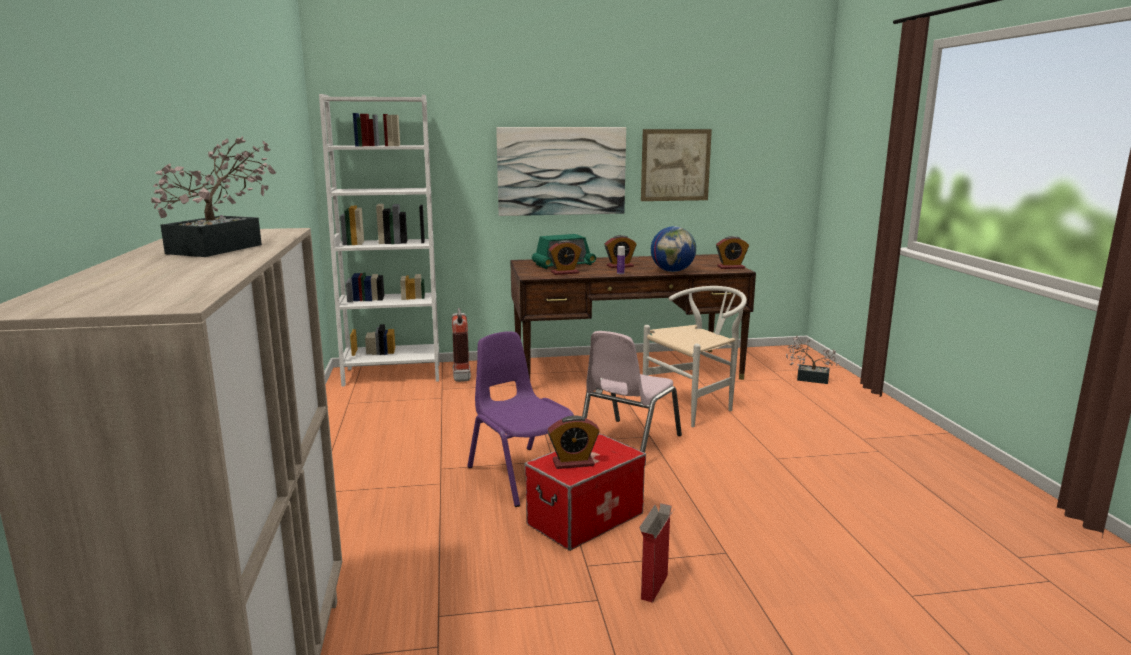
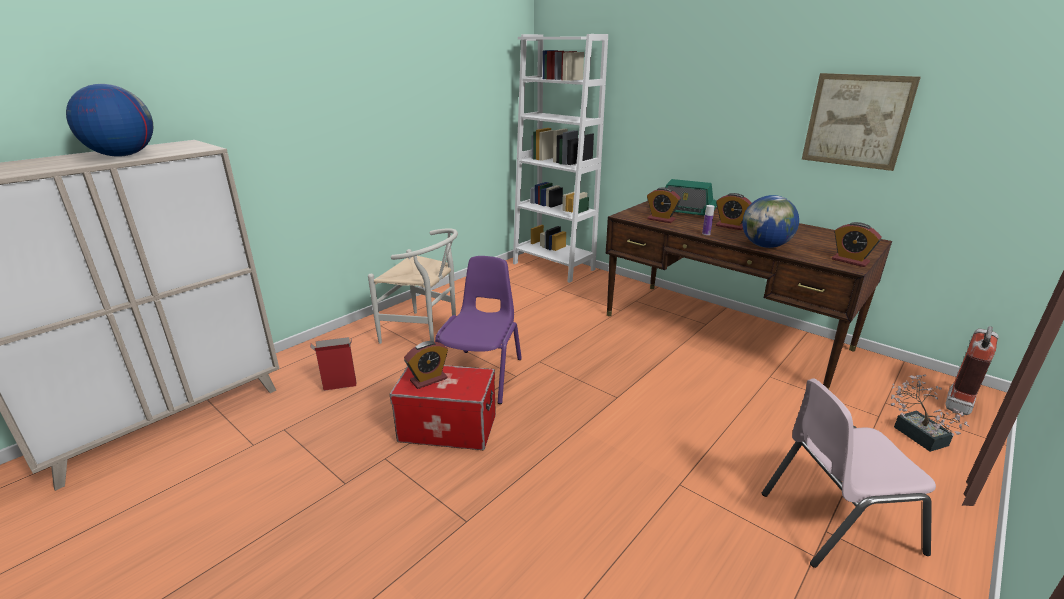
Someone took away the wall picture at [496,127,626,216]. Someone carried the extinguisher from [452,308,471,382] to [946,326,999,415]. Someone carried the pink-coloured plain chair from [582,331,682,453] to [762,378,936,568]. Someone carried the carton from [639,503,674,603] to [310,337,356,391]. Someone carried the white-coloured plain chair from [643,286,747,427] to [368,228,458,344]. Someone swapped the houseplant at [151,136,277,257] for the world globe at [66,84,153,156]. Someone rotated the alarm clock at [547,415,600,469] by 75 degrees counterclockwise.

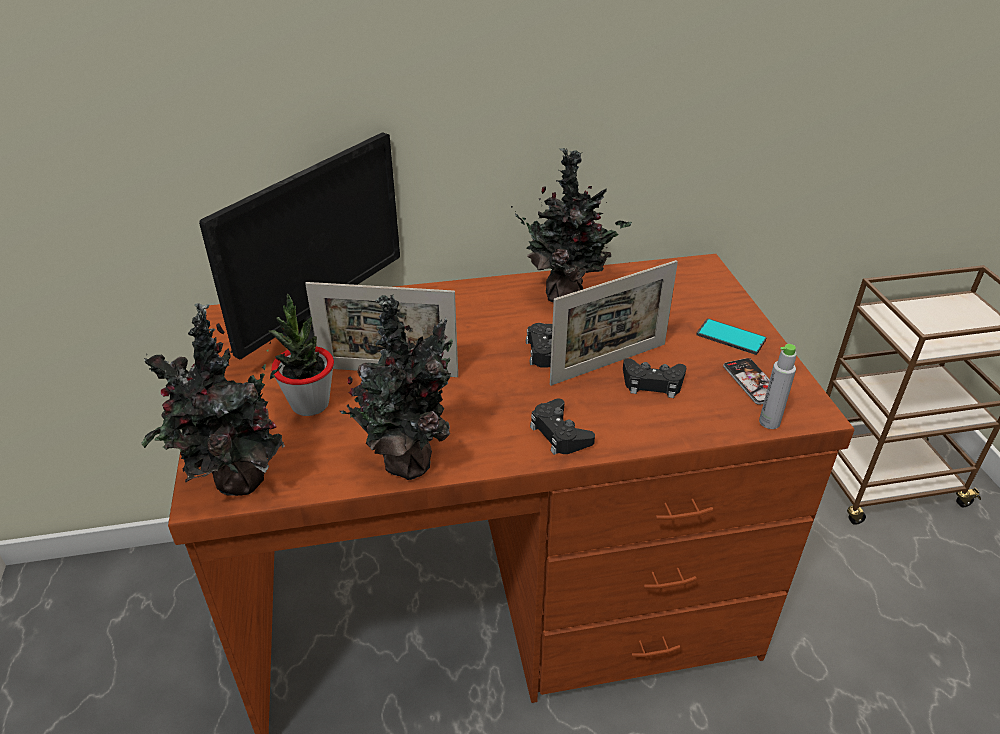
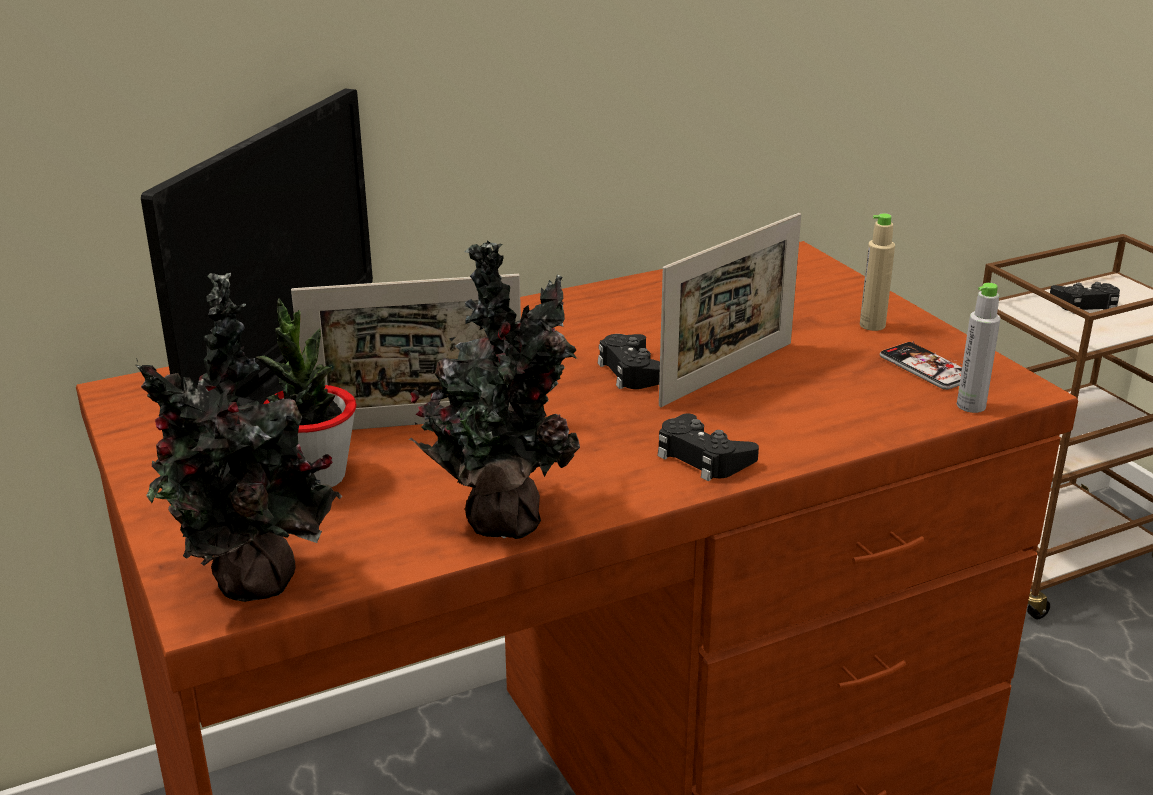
Someone took away the houseplant at [511,148,632,303]. Someone carried the black-coloured gamepad from [623,358,686,398] to [1050,282,1120,314]. Someone swapped the telephone at [696,318,767,355] for the beige drink bottle at [860,213,895,331].

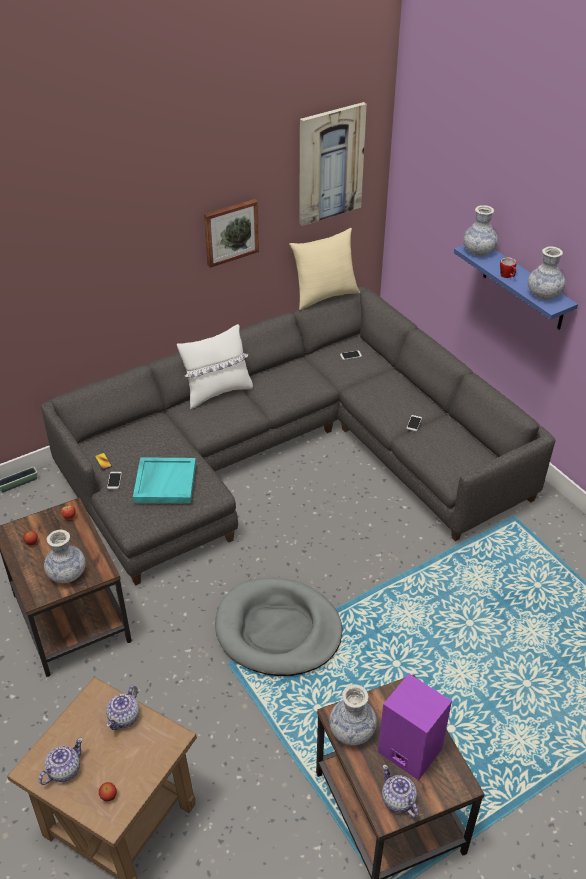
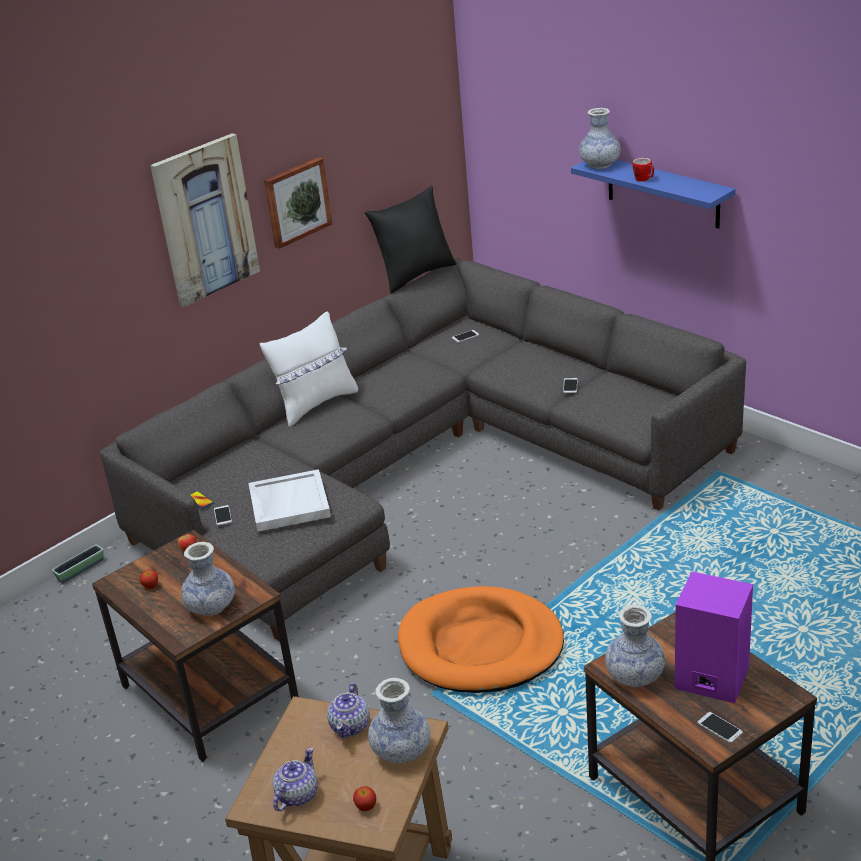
Someone carried the wall picture from [299,102,367,226] to [150,133,260,307]. Someone carried the decorative vase from [528,247,565,300] to [368,678,431,763]. Someone swapped the teapot at [382,765,419,818] for the telephone at [698,712,743,743]. Someone repainted the turquoise tray at [133,457,196,503], which became the white-coloured tray at [248,469,331,532]. Someone repainted the greyish pet bed at [215,578,342,676], which became the orangey pet bed at [398,586,564,693]. Someone repainted the beige throw pillow at [289,228,360,310], which became the black-coloured throw pillow at [364,186,457,294].

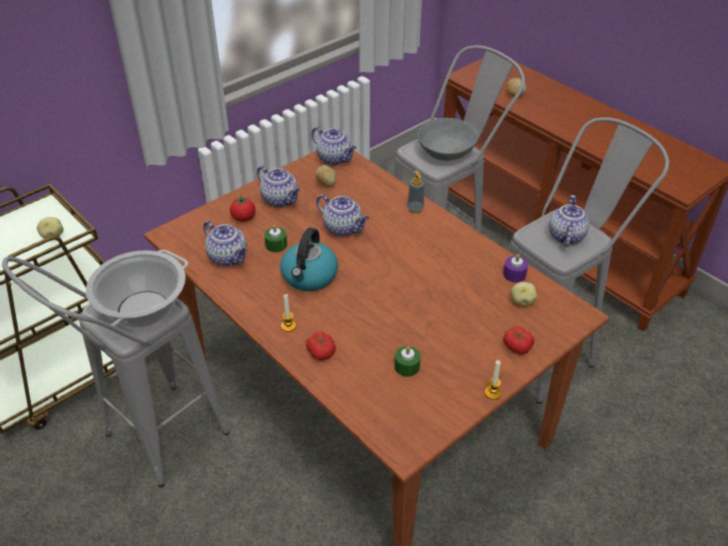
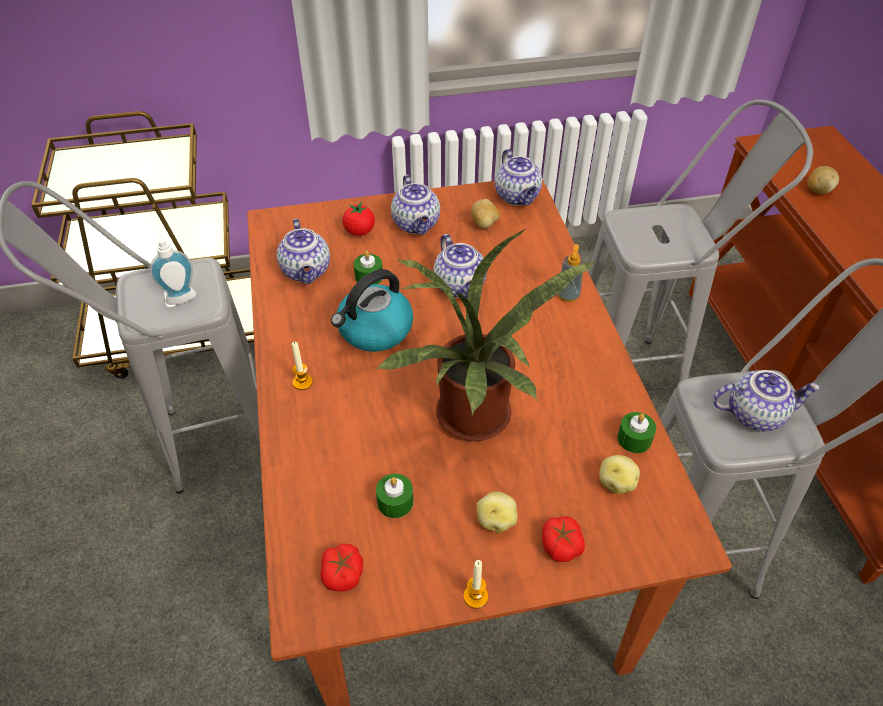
Someone took away the greyish deep dish at [417,118,478,161]. Someone put down the houseplant at [375,228,598,441]. Someone carried the potato from [37,217,63,239] to [477,491,517,533]. Someone carried the tomato from [306,332,336,360] to [320,544,363,592]. Someone swapped the saucepot at [83,250,188,328] for the soap dispenser at [150,231,197,305]. Someone repainted the purple-coloured wax light at [503,254,528,282], which became the greenish wax light at [617,412,656,453]. Someone rotated the teapot at [549,195,589,247] by 45 degrees clockwise.

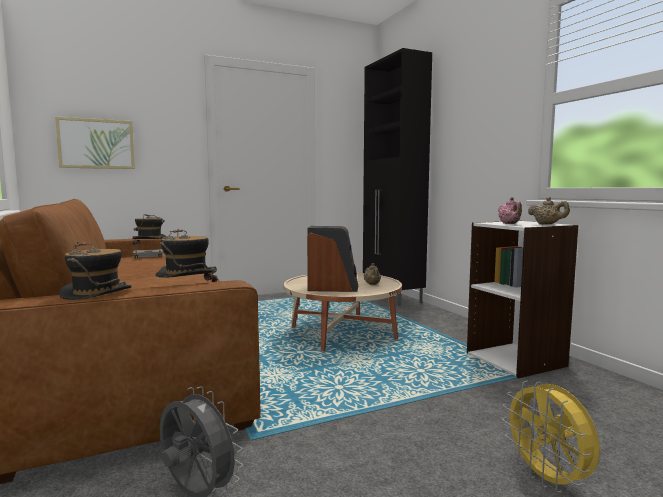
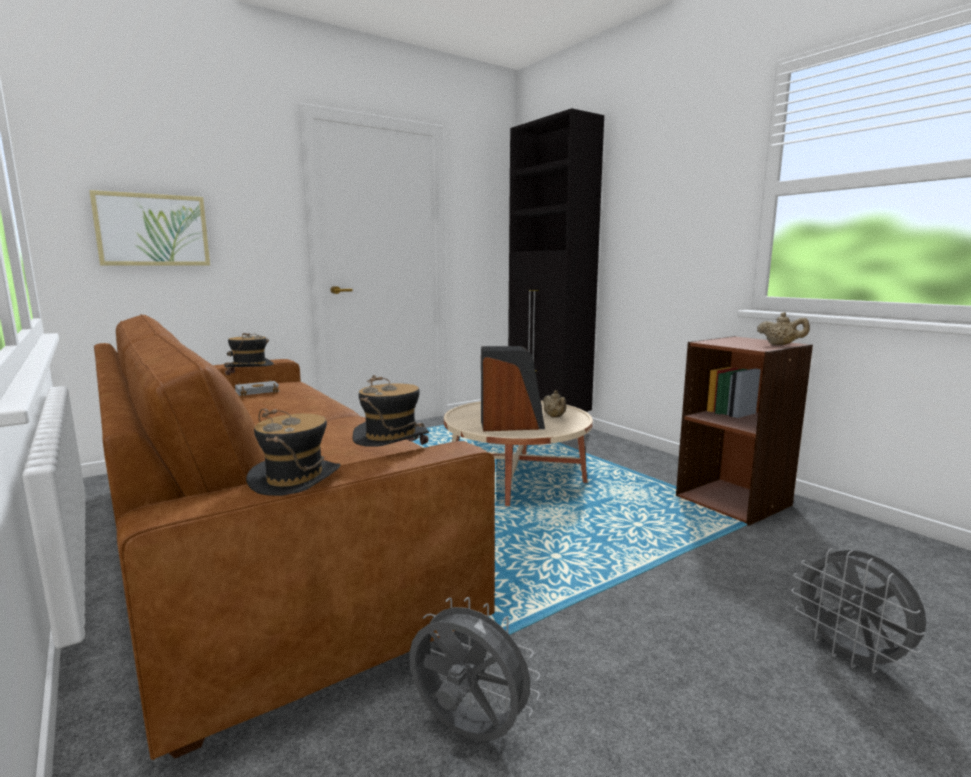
Someone took away the pink-coloured teapot at [498,197,522,224]. Someone repainted the white-coloured bookcase at [467,221,578,378], which became the brown-coloured bookcase at [676,336,813,526]. Someone repainted the yellowish fan at [502,380,600,493], which became the greyish fan at [791,548,926,674].

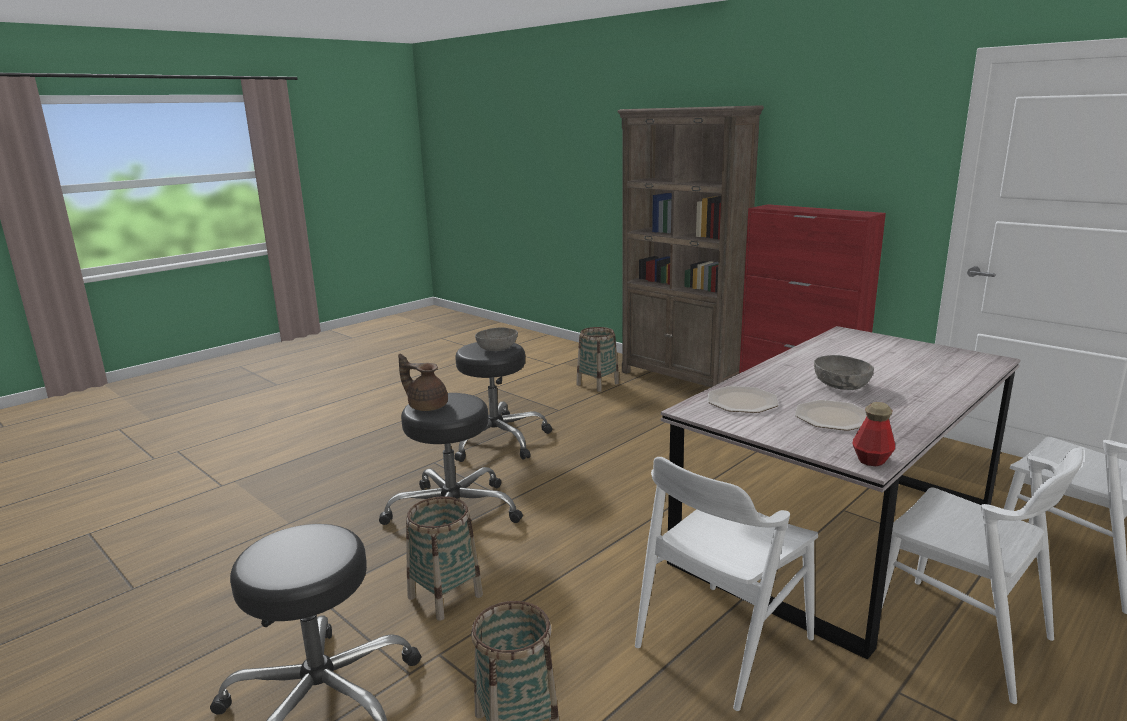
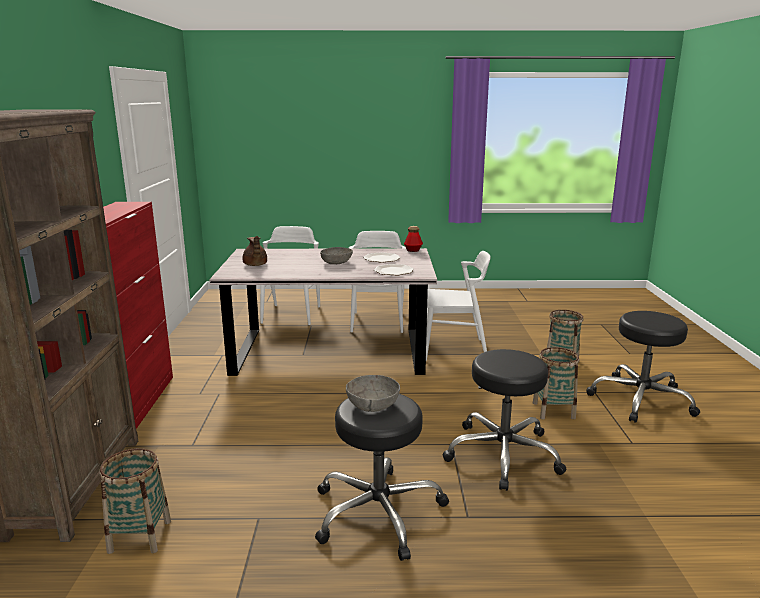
Someone carried the brown-coloured teapot from [398,354,448,411] to [243,236,267,266].

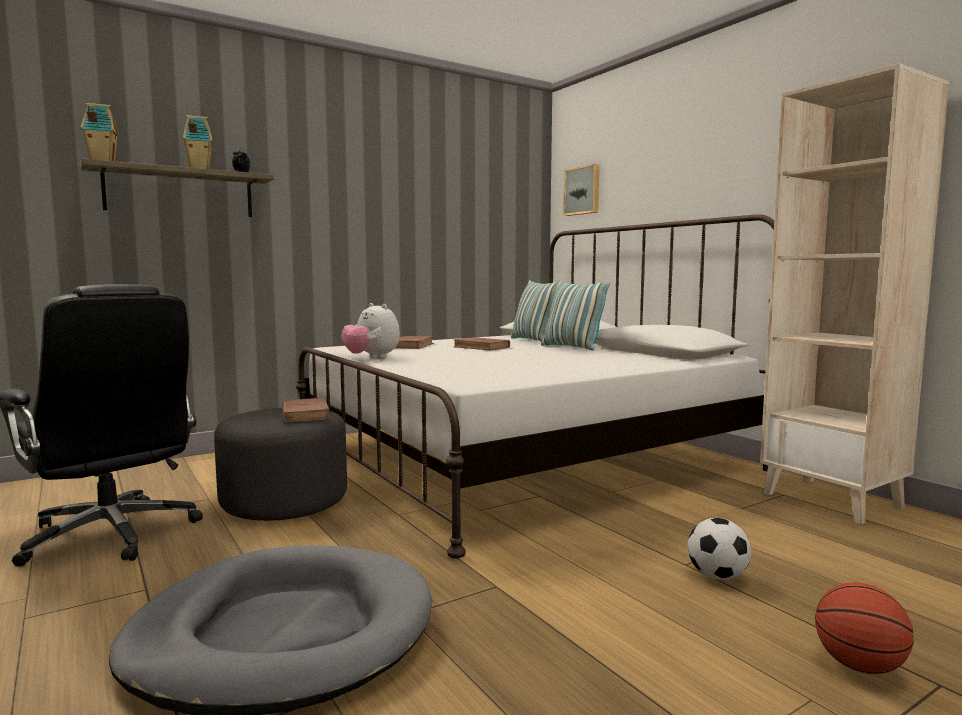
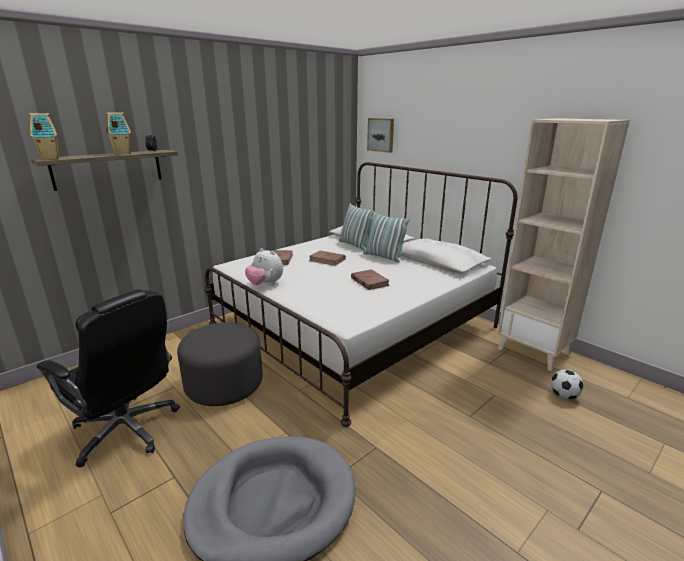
Someone took away the basketball ball at [815,582,914,674]. Someone carried the brown-coloured bound book from [282,398,330,422] to [351,269,390,290]. Someone carried the football ball from [688,518,751,580] to [551,369,584,399].

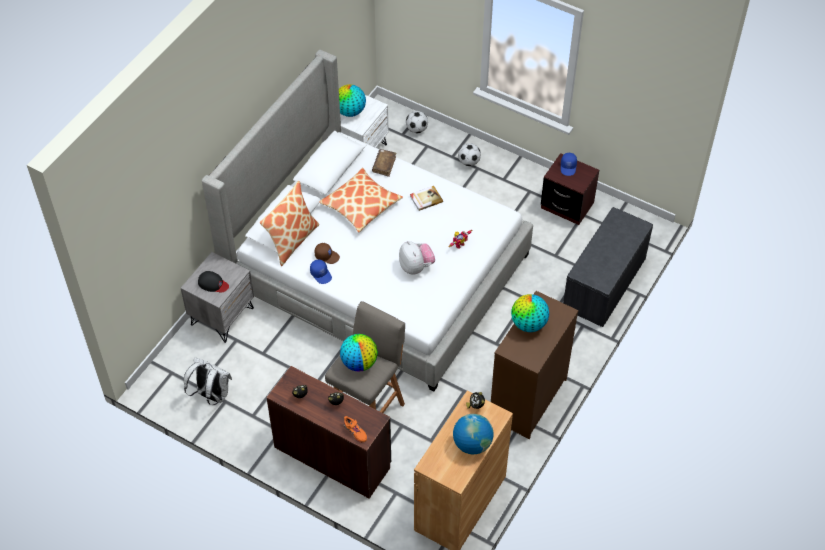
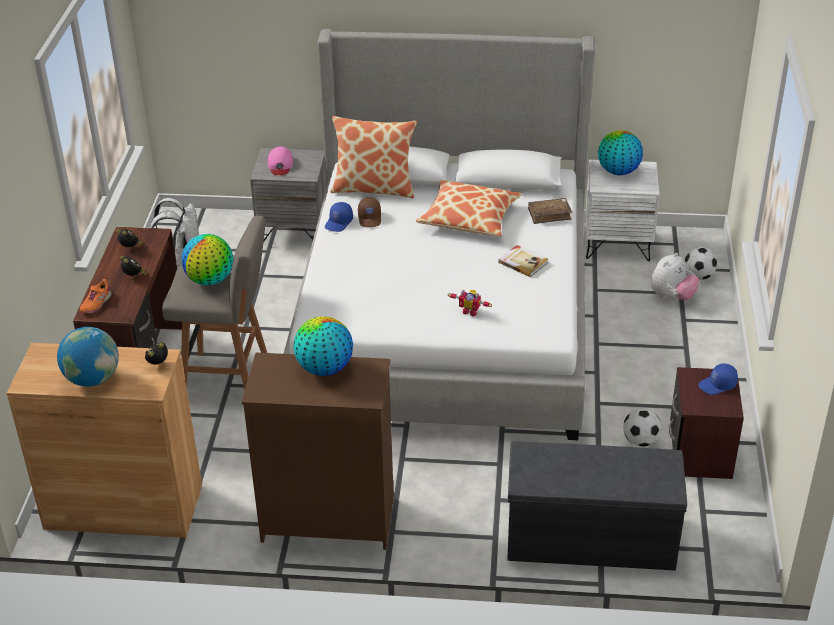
Someone carried the cuddly toy from [399,241,435,275] to [650,253,700,300]. Someone carried the football ball from [458,143,481,166] to [623,408,662,447]. Someone repainted the black-coloured baseball cap at [198,271,229,292], which became the pink-coloured baseball cap at [268,147,293,175].

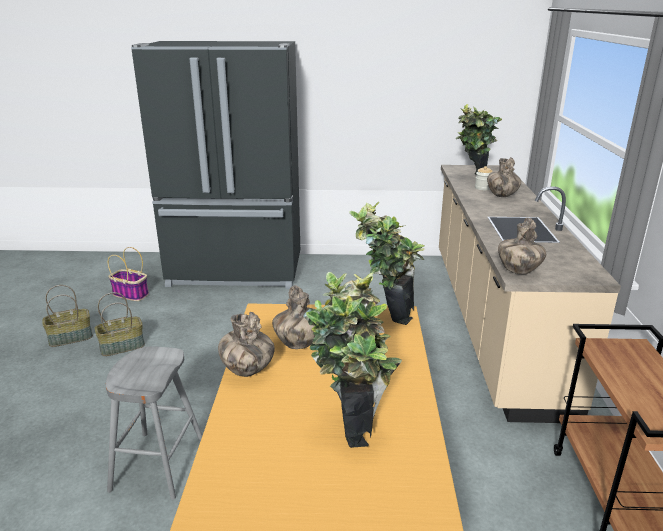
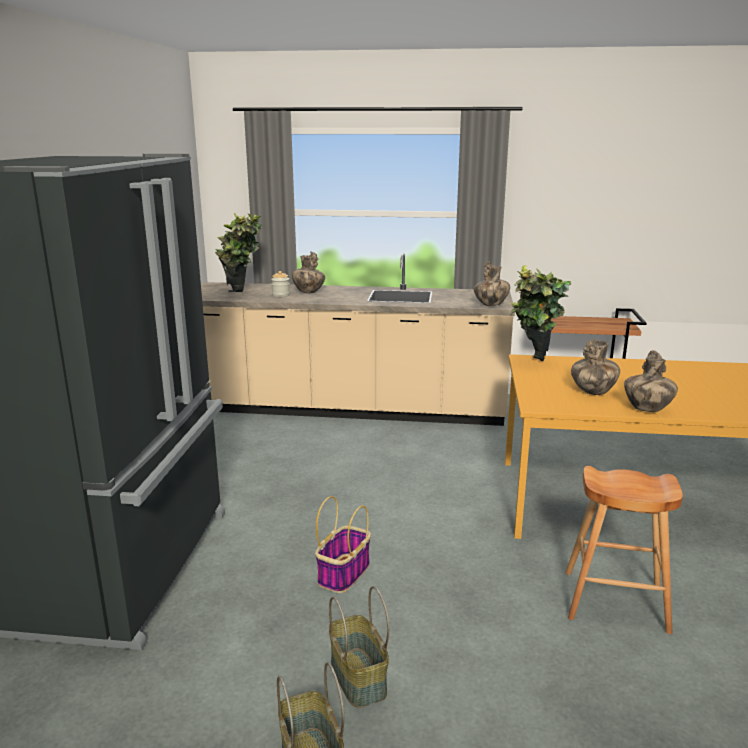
Someone took away the houseplant at [303,272,402,448]. Someone carried the storage basket from [108,247,149,301] to [315,496,371,593]. Someone repainted the greyish stool at [106,346,202,500], which became the brown-coloured stool at [565,466,683,634].

